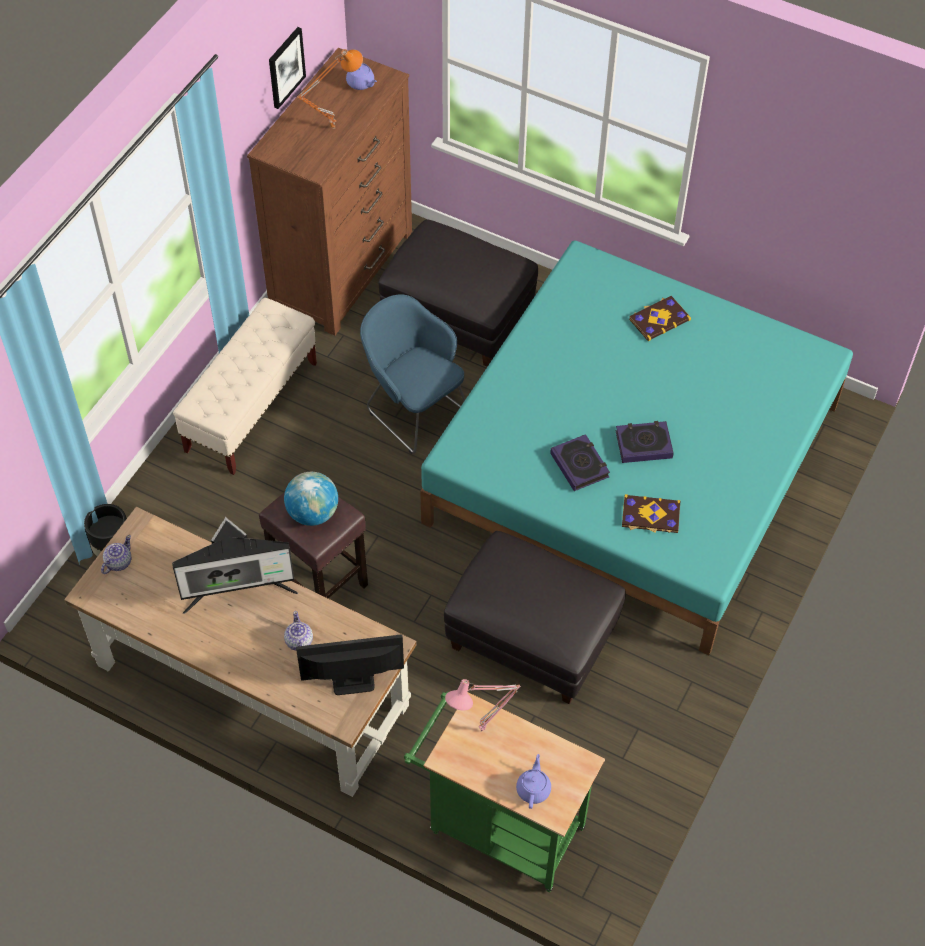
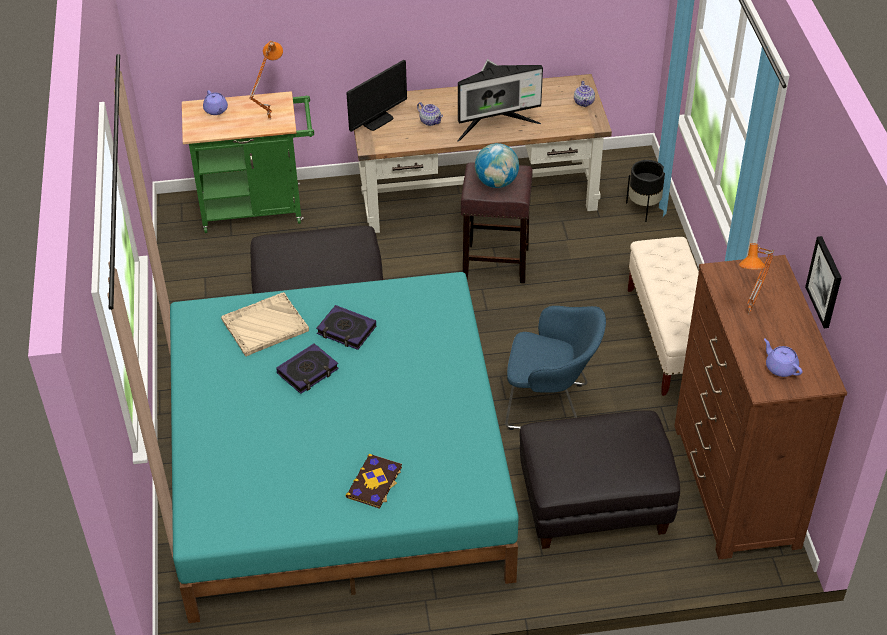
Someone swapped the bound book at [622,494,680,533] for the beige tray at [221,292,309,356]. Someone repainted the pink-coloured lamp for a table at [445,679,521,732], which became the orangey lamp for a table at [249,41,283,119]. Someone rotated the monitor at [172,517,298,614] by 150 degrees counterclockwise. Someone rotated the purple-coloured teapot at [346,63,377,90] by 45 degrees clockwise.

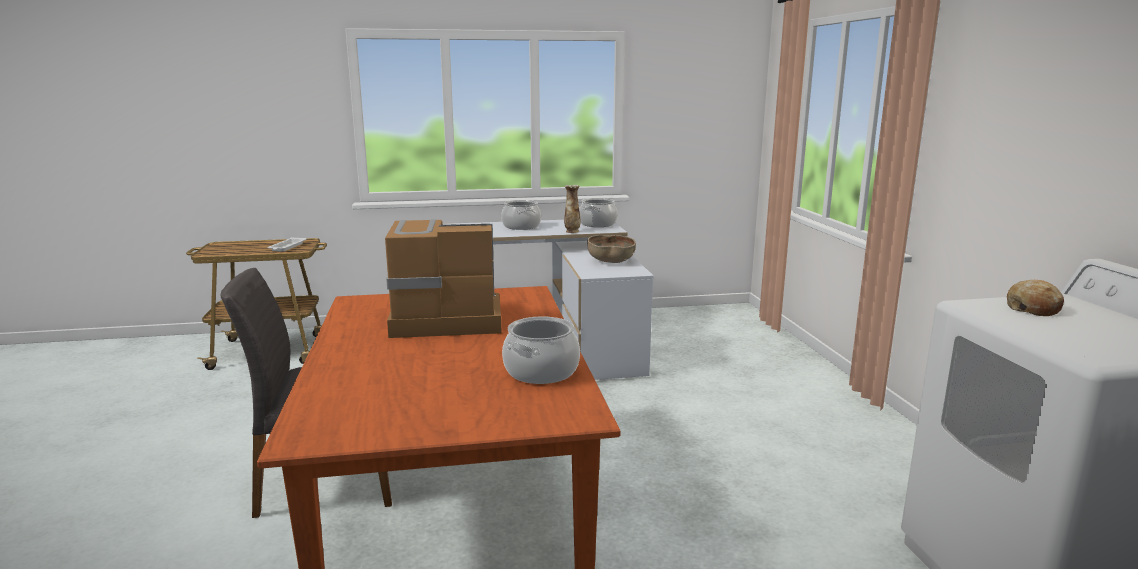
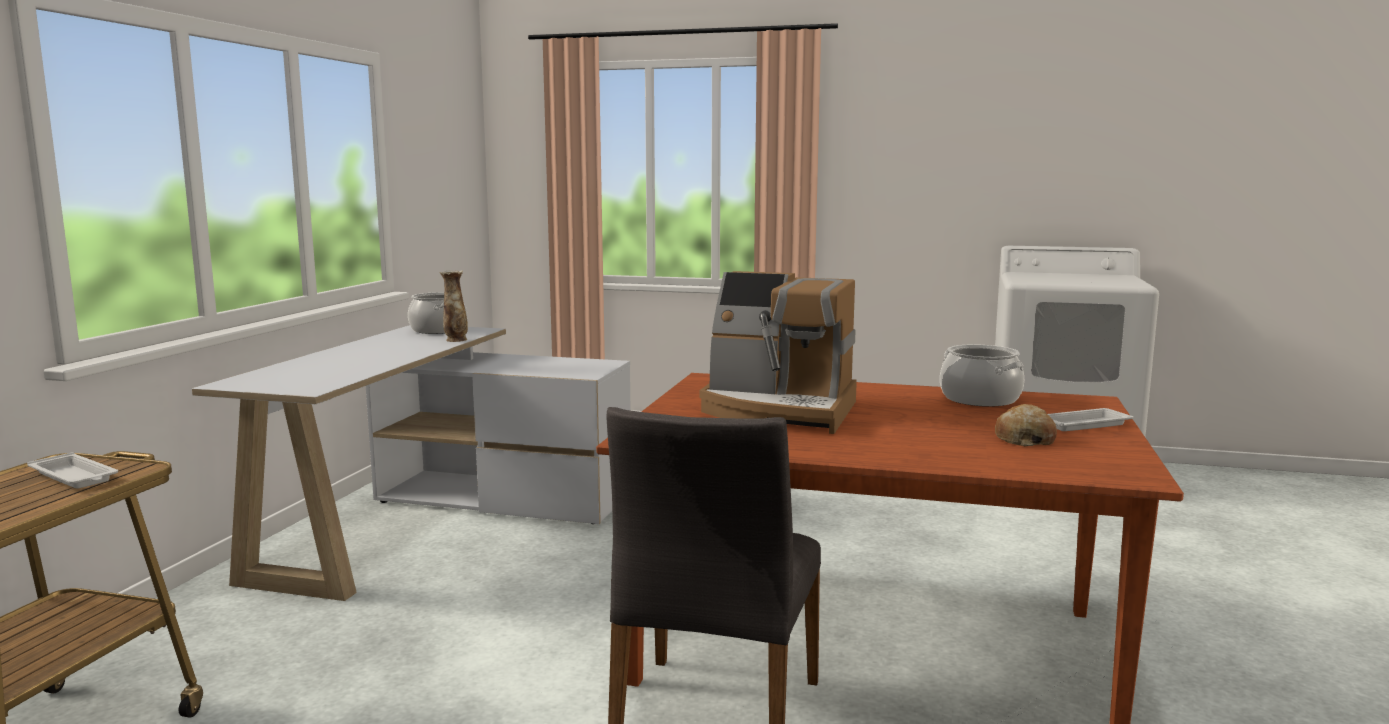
Someone took away the saucepot at [501,200,541,230]. Someone took away the brown-coloured deep dish at [587,235,636,263]. Someone put down the white-coloured tray at [1048,408,1133,431]. Someone carried the bakery bread from [1007,280,1064,316] to [995,404,1057,446]. Someone rotated the coffee brewer at [385,219,502,338] by 90 degrees counterclockwise.

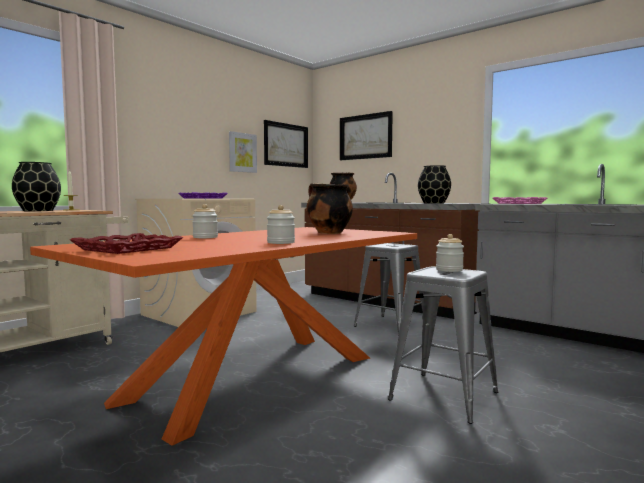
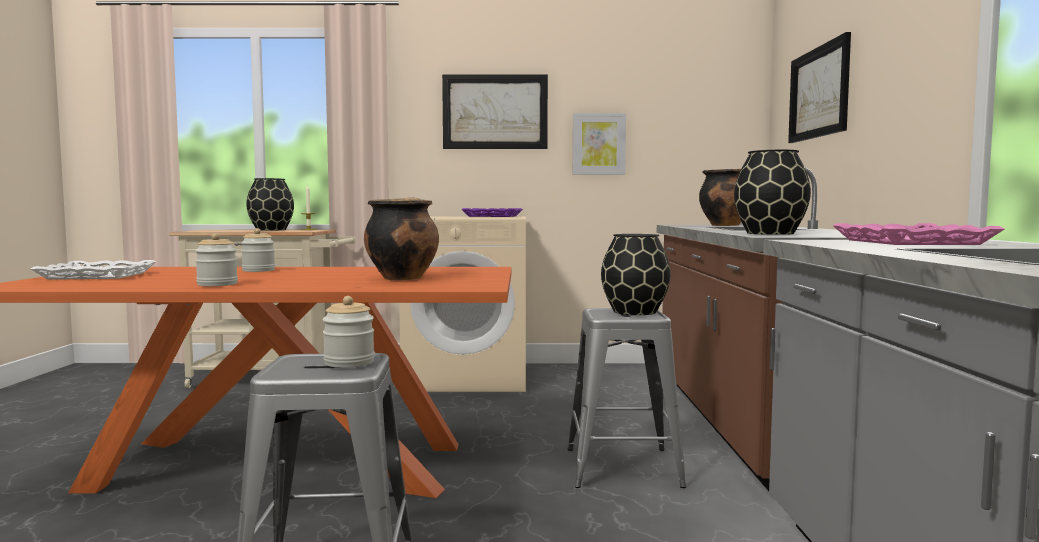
Someone put down the black-coloured decorative vase at [601,234,671,315]. Someone carried the wall picture from [264,120,308,168] to [442,74,548,149]. Someone repainted the red-coloured tray at [70,233,183,254], which became the white-coloured tray at [31,260,156,280].

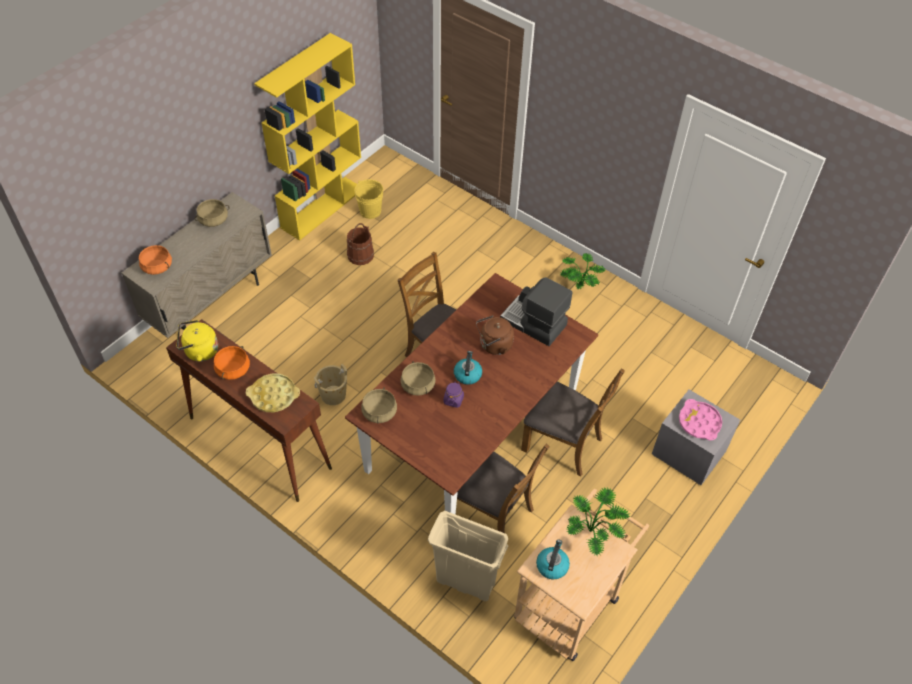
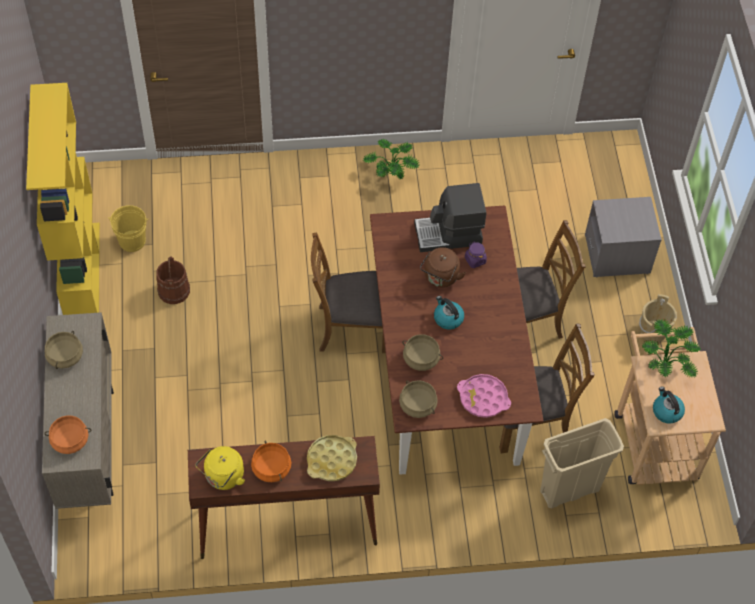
Someone carried the beige water bucket from [314,364,347,405] to [639,294,677,342]. Someone carried the purple-coloured storage jar from [443,382,464,408] to [465,242,487,268]. Someone carried the pink-coloured tray from [679,399,722,441] to [457,374,511,418].

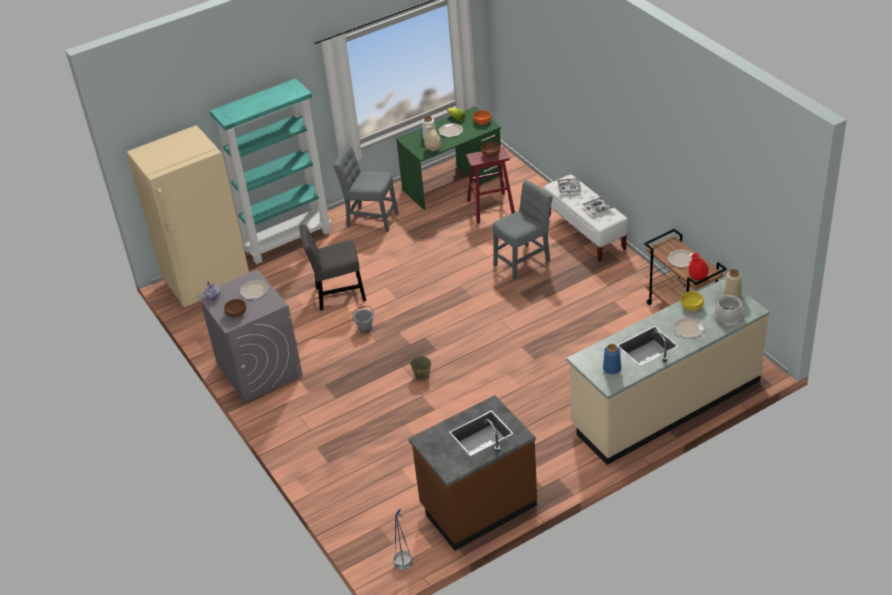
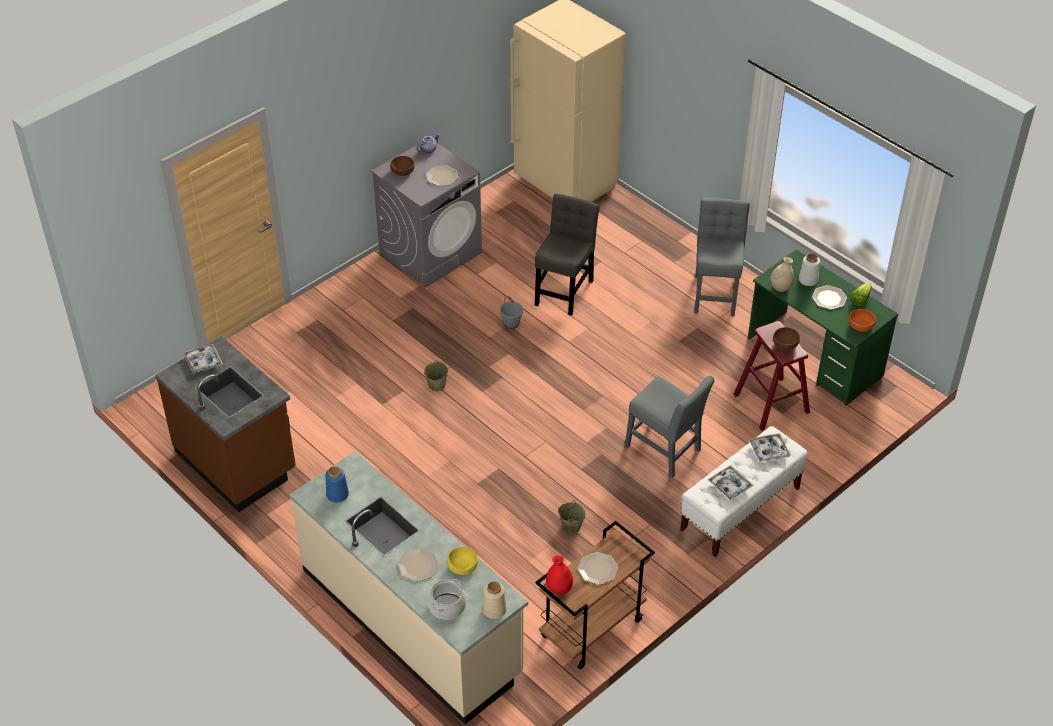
Someone took away the turquoise bookcase at [210,78,332,264]. Someone took away the bluish plant pot at [393,508,412,570]. Someone put down the tray at [183,344,223,374]. Someone put down the beige water bucket at [558,500,585,534]. Someone rotated the greyish plain chair at [300,224,366,310] by 45 degrees clockwise.

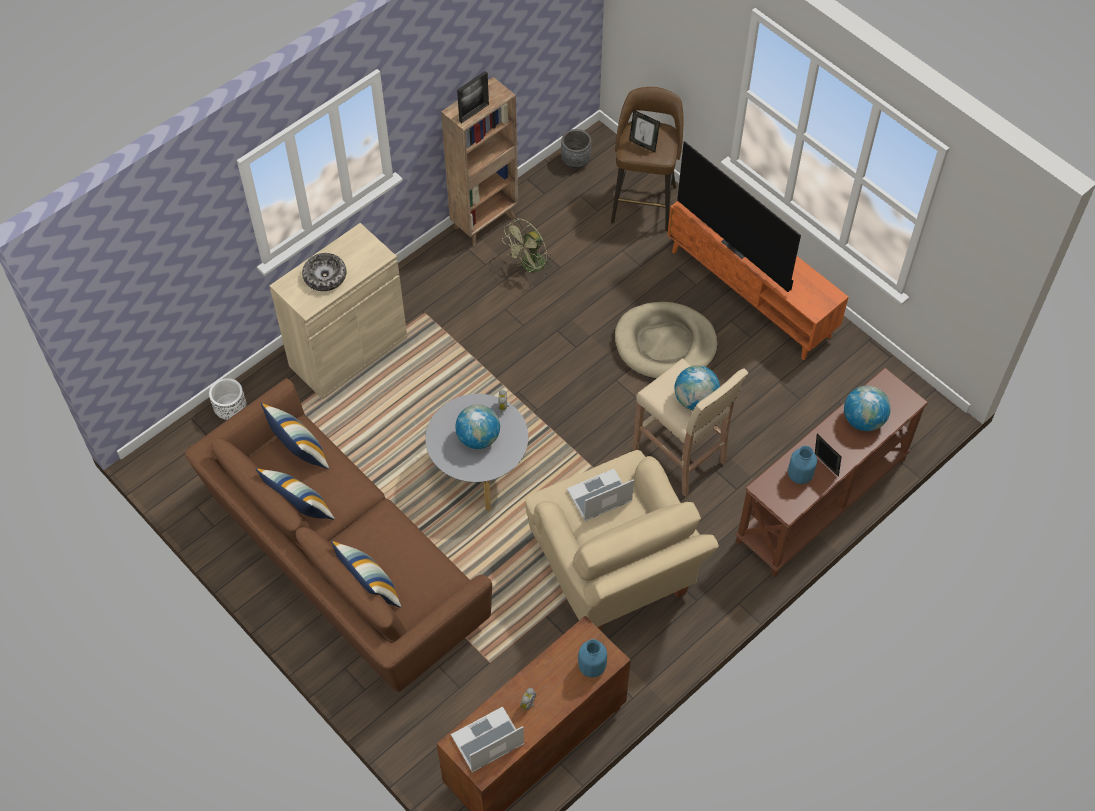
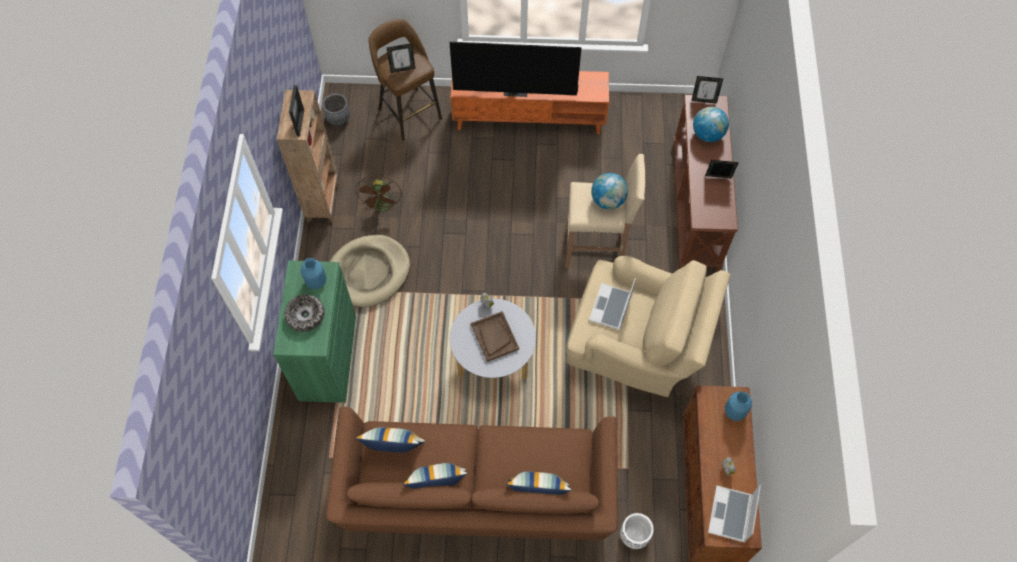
Someone put down the standing frame at [691,76,723,104]. Someone carried the white-coloured plant pot from [209,378,246,420] to [620,513,654,549]. Someone carried the beige pet bed from [615,302,718,379] to [330,235,410,307]. Someone carried the bluish decorative vase from [788,446,817,484] to [301,258,326,289]. Someone swapped the world globe at [455,404,500,449] for the brown-coloured tray at [471,311,519,362]. Someone repainted the beige cupboard at [269,223,407,399], which became the greenish cupboard at [273,260,356,403]. Someone repainted the greenish fan at [502,218,552,275], which became the brown-coloured fan at [355,176,402,213].

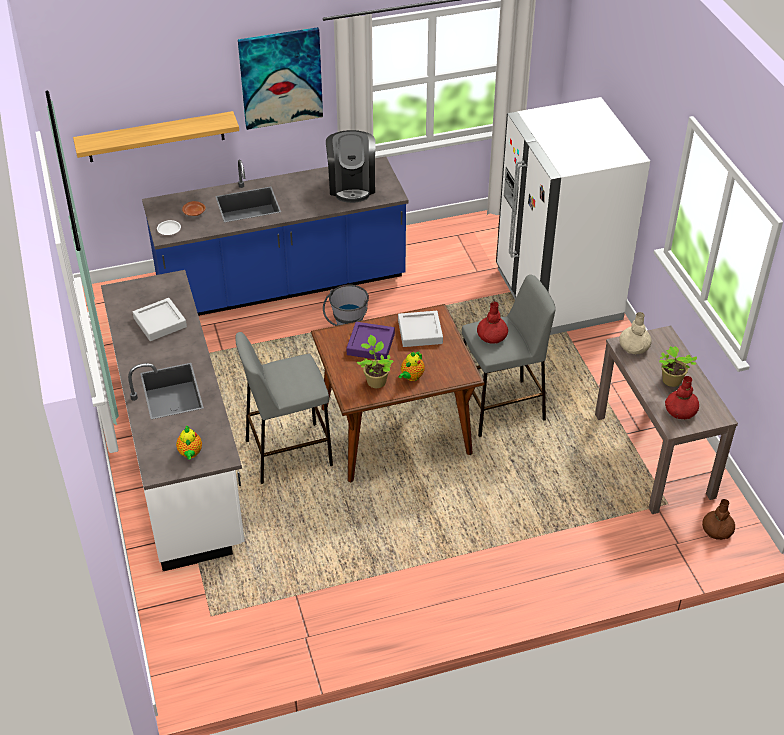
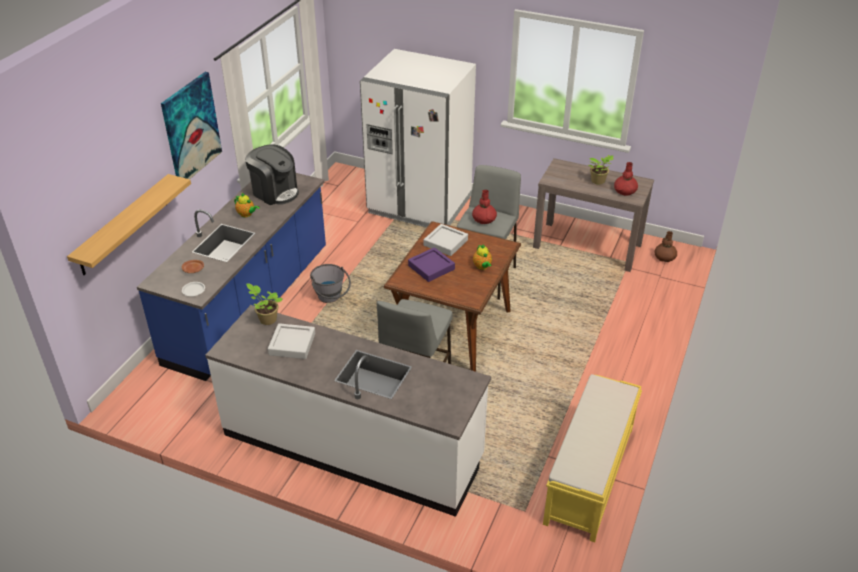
Someone took away the beige decorative vase at [619,312,652,354]. Someone put down the yellowish long seat at [543,374,642,542]. Someone carried the teapot from [176,425,202,460] to [234,193,260,217]. Someone carried the houseplant from [357,335,394,388] to [246,284,283,325].

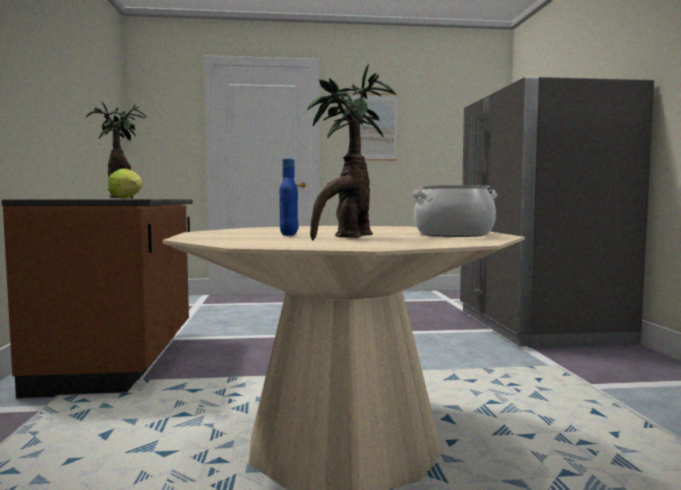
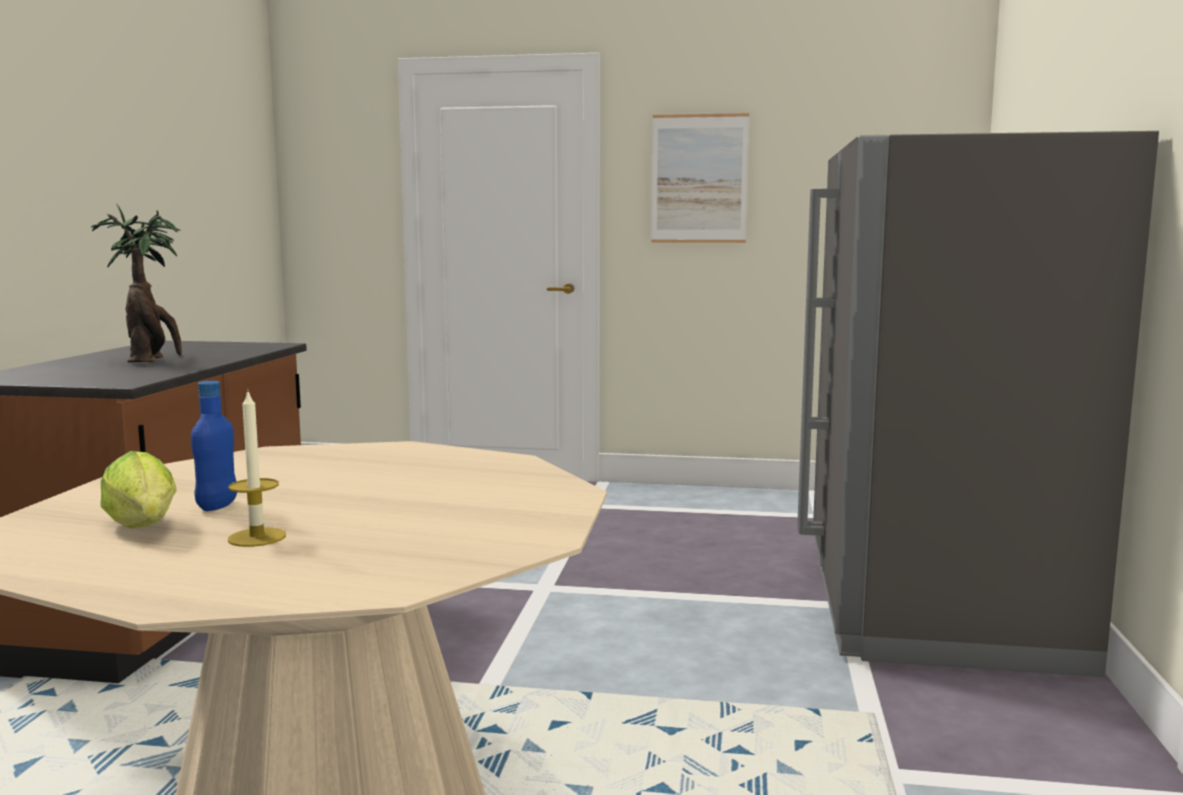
Someone took away the saucepot at [412,185,497,237]. Someone carried the head of lettuce from [108,168,143,199] to [101,451,177,528]. Someone swapped the houseplant at [307,64,396,240] for the wax light at [228,392,286,547].

